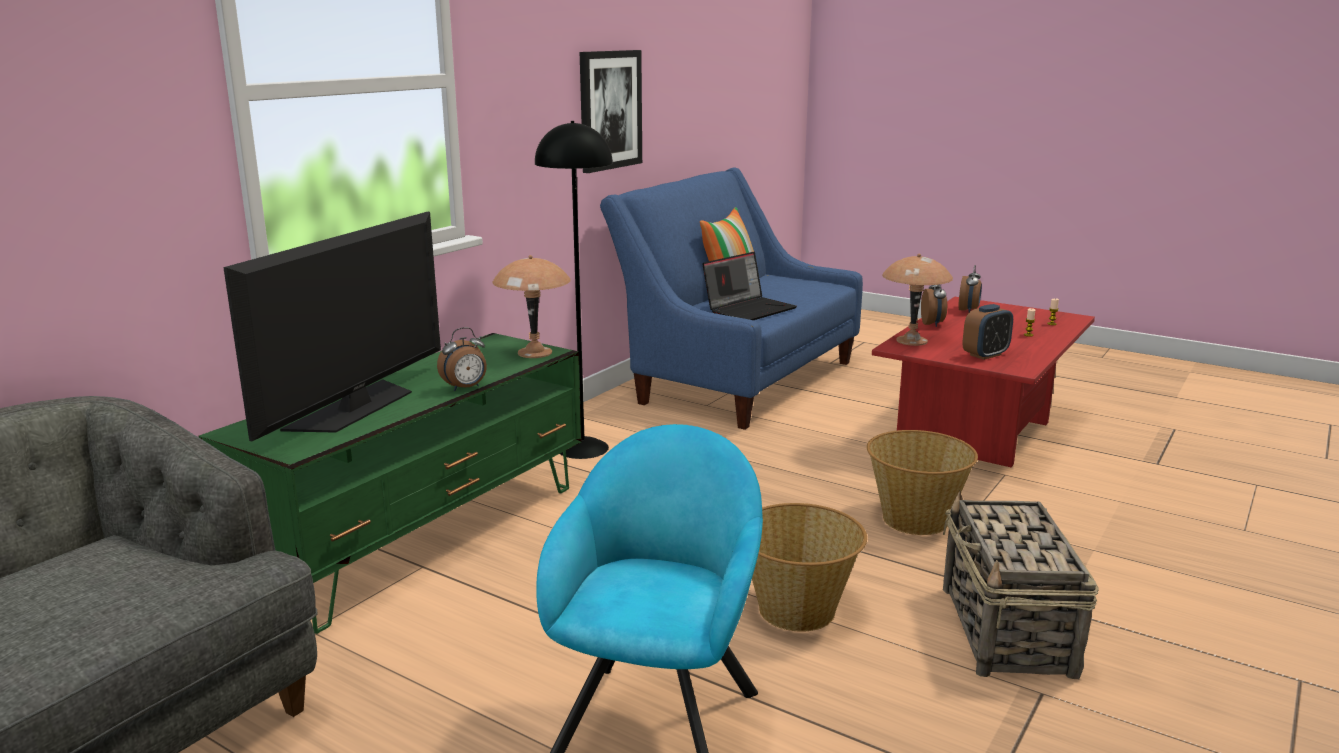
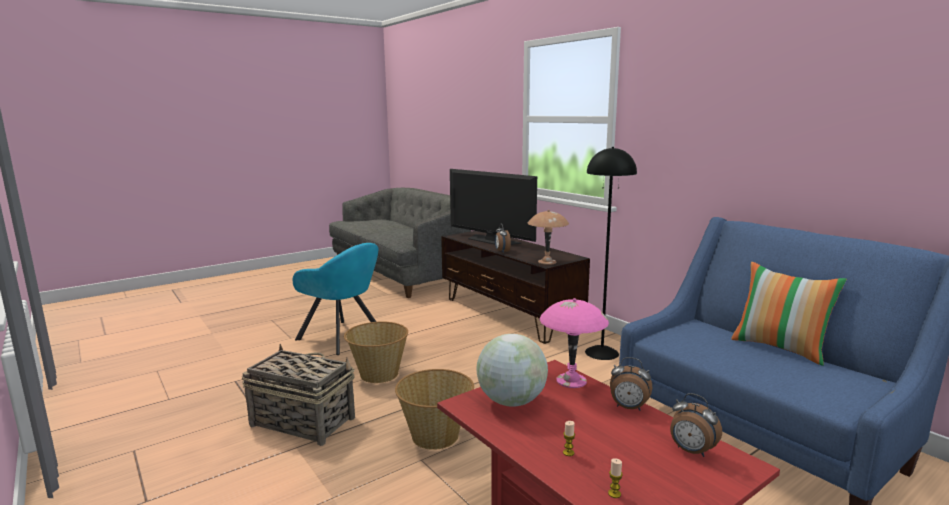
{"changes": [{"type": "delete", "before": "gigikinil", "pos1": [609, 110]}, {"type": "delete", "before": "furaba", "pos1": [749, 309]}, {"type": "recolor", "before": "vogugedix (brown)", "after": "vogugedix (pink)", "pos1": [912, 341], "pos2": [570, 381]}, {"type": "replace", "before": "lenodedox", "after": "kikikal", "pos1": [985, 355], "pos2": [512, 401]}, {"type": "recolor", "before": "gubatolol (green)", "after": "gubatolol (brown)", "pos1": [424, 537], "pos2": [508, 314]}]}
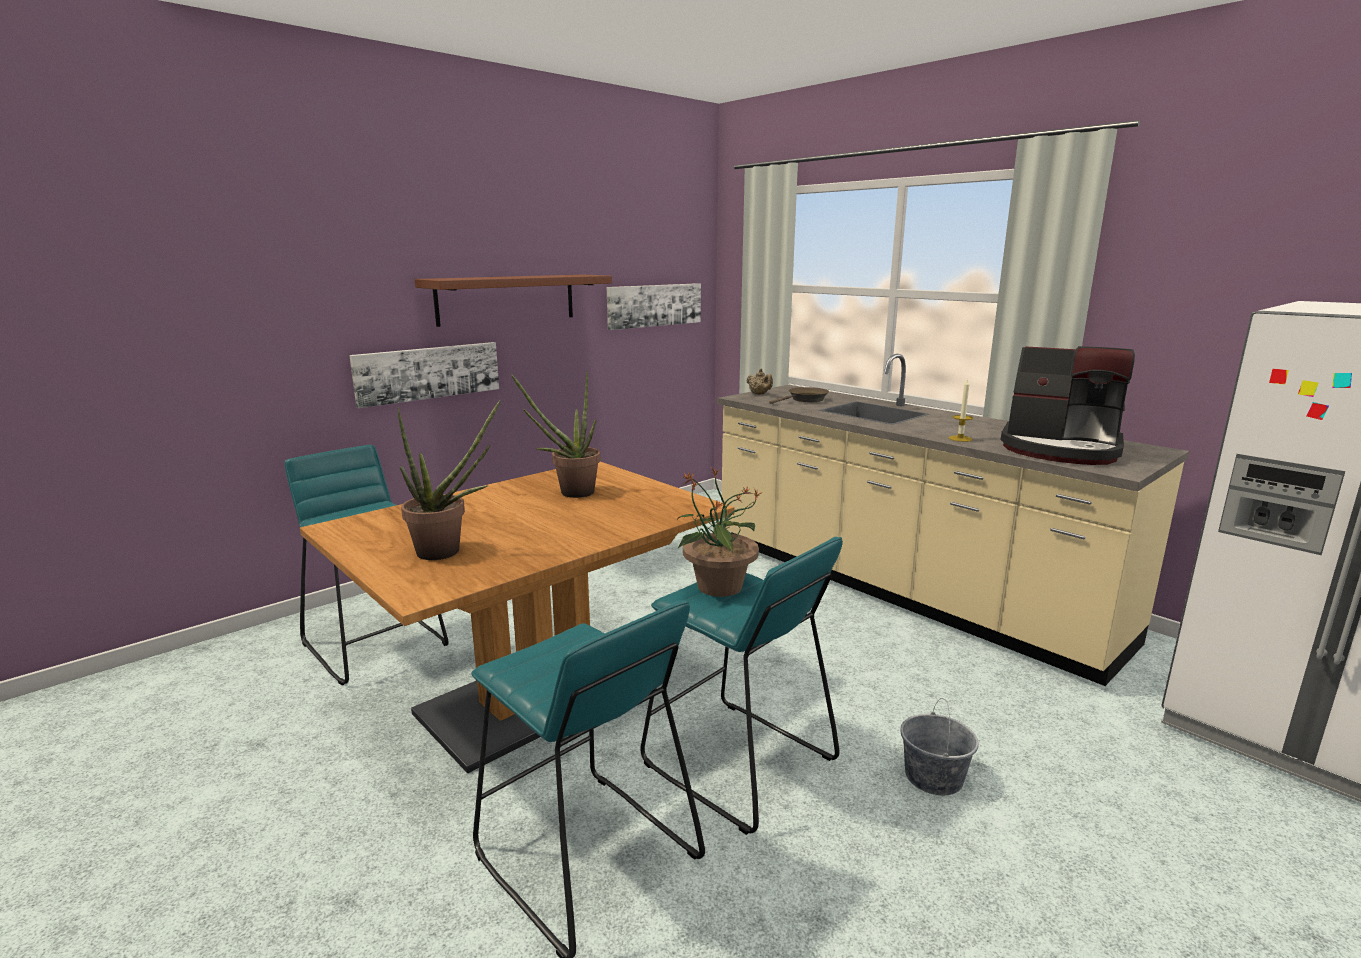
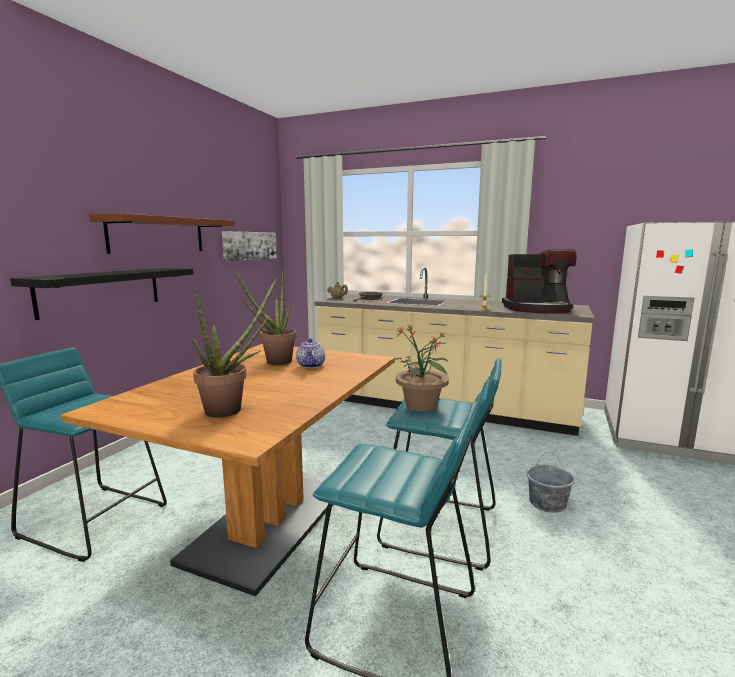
{"changes": [{"type": "replace", "before": "gigikinil", "after": "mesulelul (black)", "pos1": [428, 372], "pos2": [101, 290]}, {"type": "insert", "after": "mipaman", "pos2": [311, 366]}]}
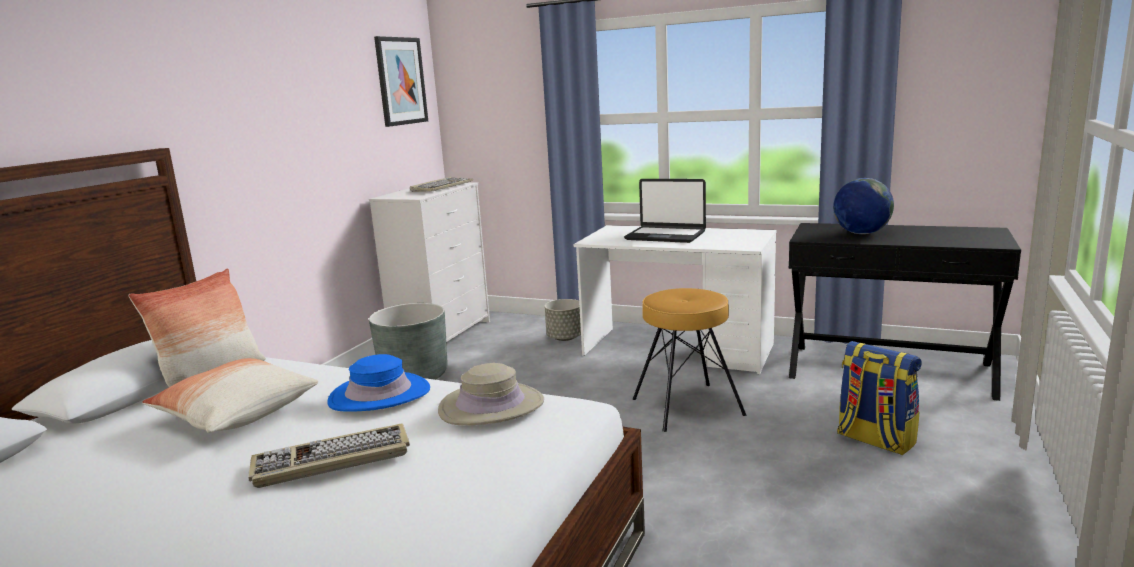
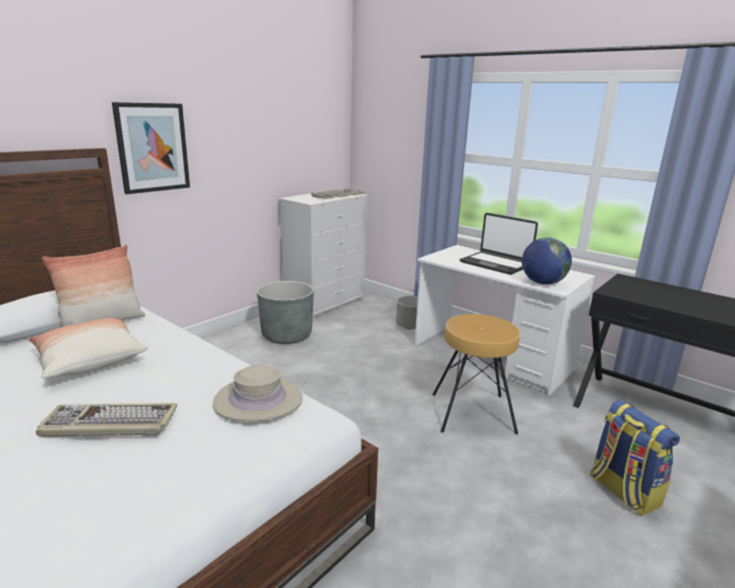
{"changes": [{"type": "move", "before": "gigikinil", "pos1": [401, 81], "pos2": [152, 147]}, {"type": "move", "before": "kikikal", "pos1": [861, 233], "pos2": [542, 283]}, {"type": "delete", "before": "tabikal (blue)", "pos1": [379, 395]}]}
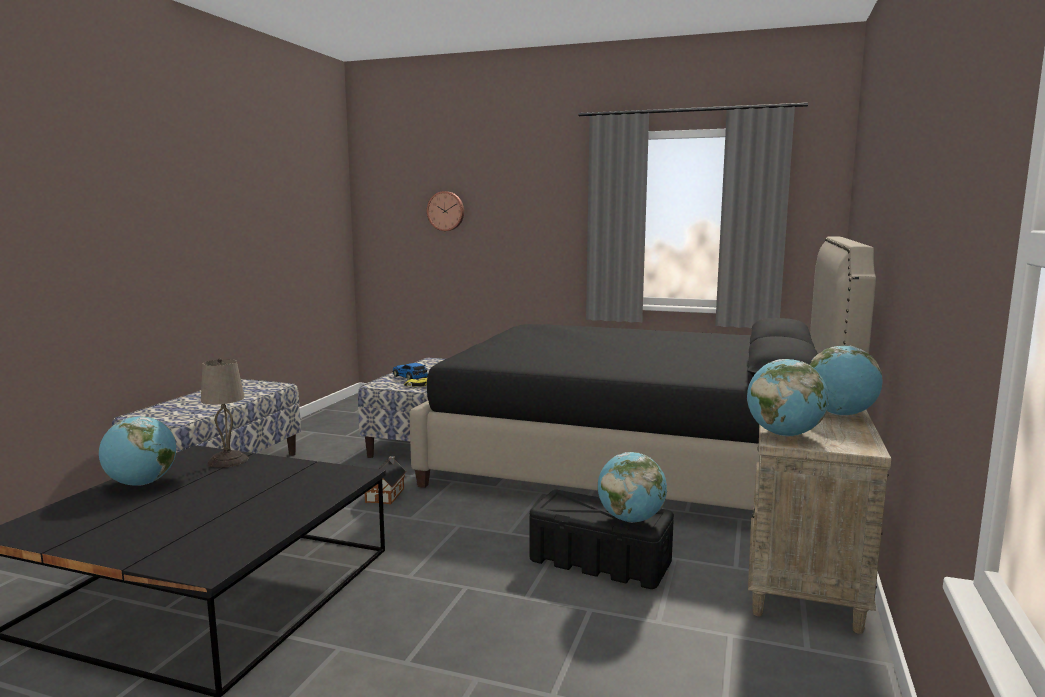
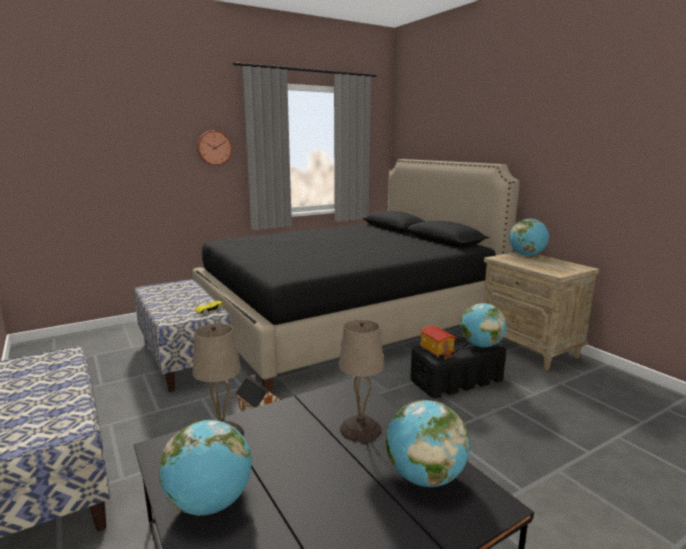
{"changes": [{"type": "move", "before": "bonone", "pos1": [446, 211], "pos2": [214, 148]}, {"type": "move", "before": "kikikal", "pos1": [784, 434], "pos2": [425, 477]}, {"type": "delete", "before": "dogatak", "pos1": [410, 377]}, {"type": "insert", "after": "vogugedix (beige)", "pos2": [361, 429]}, {"type": "insert", "after": "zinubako", "pos2": [437, 351]}]}
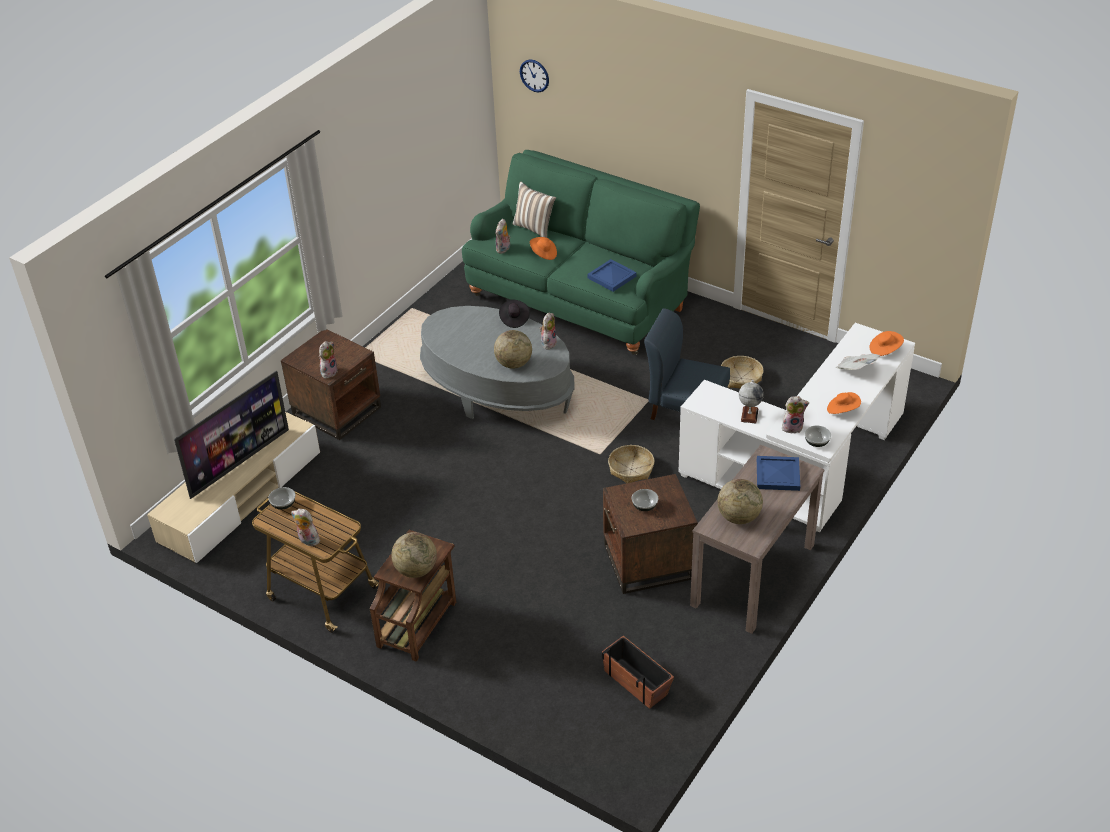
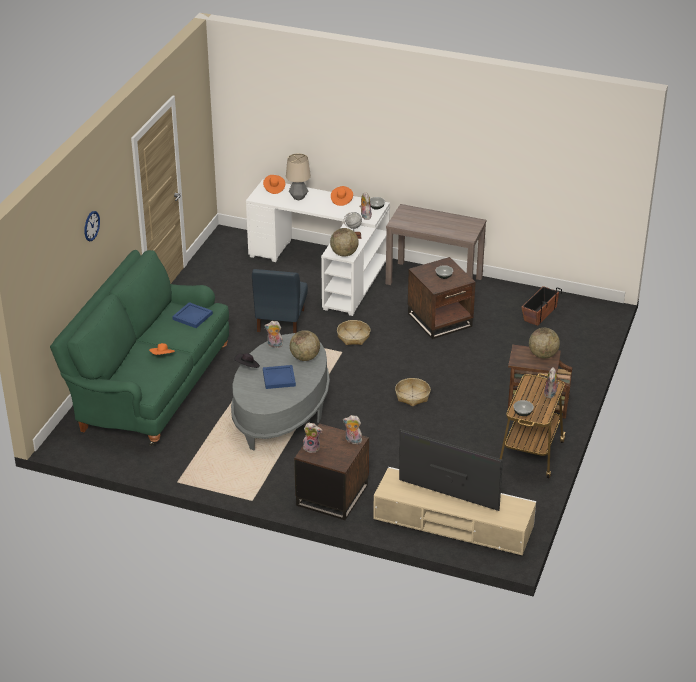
{"changes": [{"type": "move", "before": "bonone", "pos1": [534, 75], "pos2": [91, 226]}, {"type": "delete", "before": "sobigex", "pos1": [534, 228]}, {"type": "move", "before": "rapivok", "pos1": [503, 249], "pos2": [312, 448]}, {"type": "replace", "before": "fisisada", "after": "vogugedix", "pos1": [856, 370], "pos2": [298, 197]}, {"type": "move", "before": "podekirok", "pos1": [741, 378], "pos2": [412, 396]}, {"type": "move", "before": "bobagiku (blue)", "pos1": [778, 474], "pos2": [278, 378]}, {"type": "move", "before": "kikikal", "pos1": [738, 517], "pos2": [344, 254]}]}
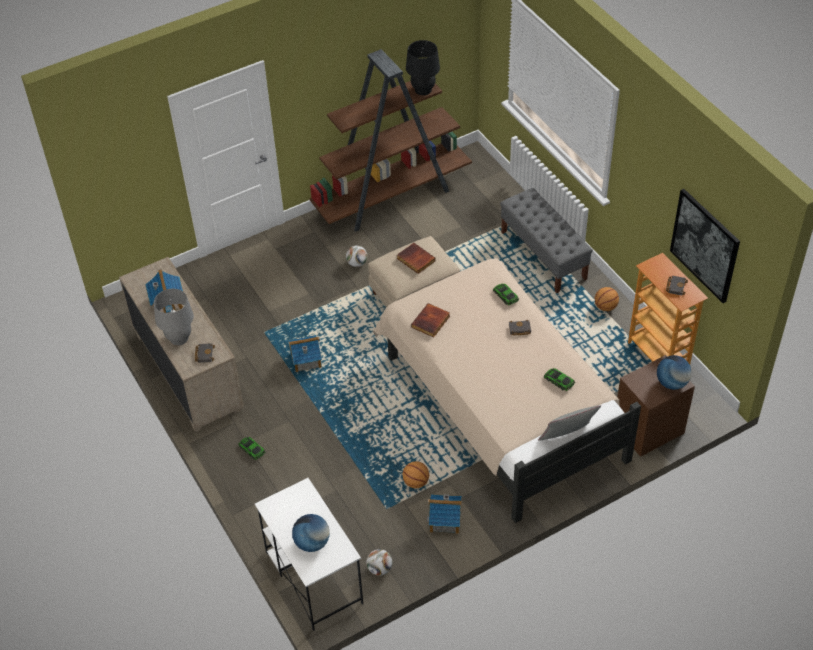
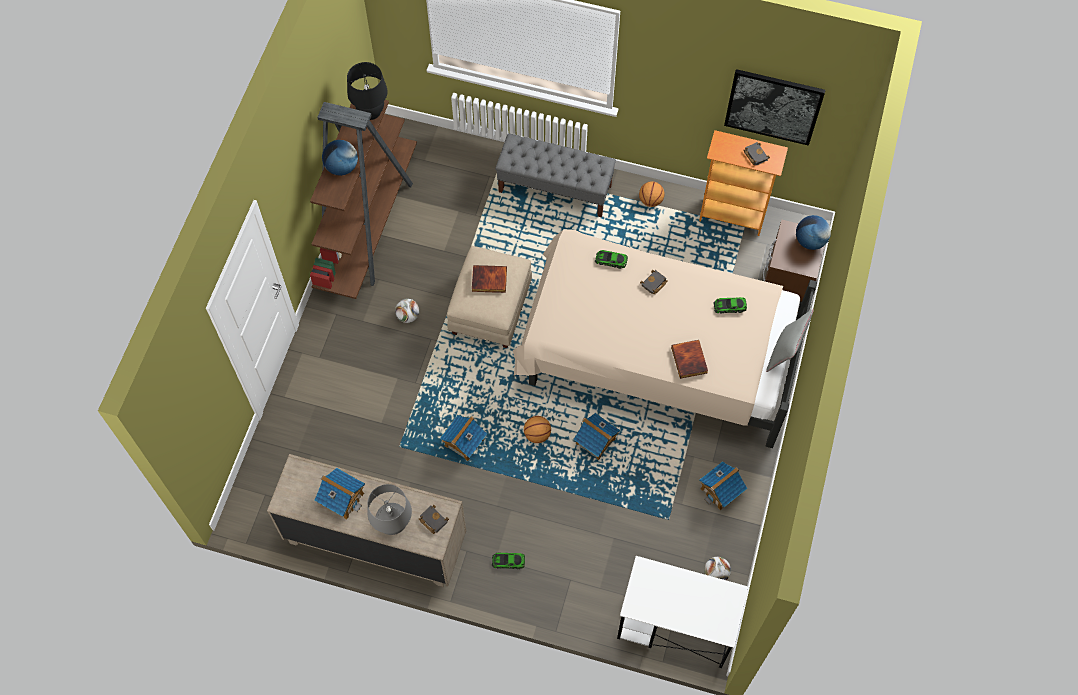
{"changes": [{"type": "move", "before": "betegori", "pos1": [431, 322], "pos2": [690, 360]}, {"type": "move", "before": "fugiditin", "pos1": [415, 482], "pos2": [537, 435]}, {"type": "move", "before": "kikikal", "pos1": [312, 543], "pos2": [342, 167]}, {"type": "insert", "after": "zinubako", "pos2": [595, 441]}]}
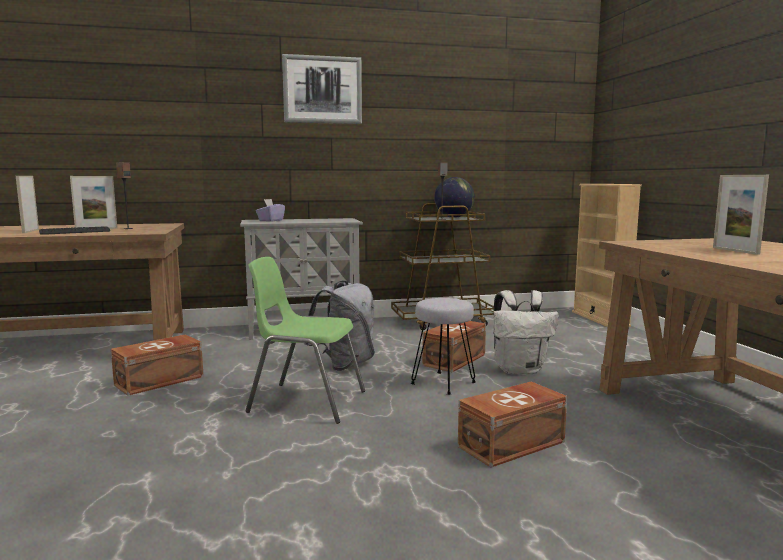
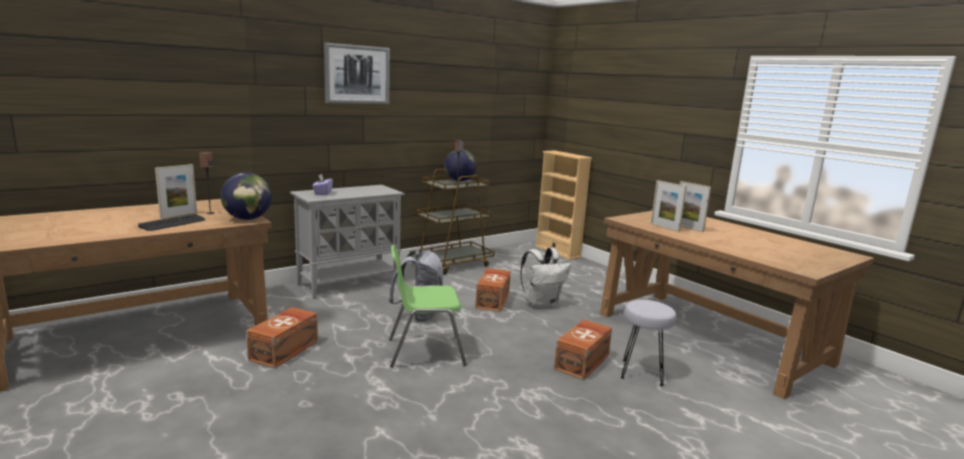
{"changes": [{"type": "move", "before": "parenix", "pos1": [30, 231], "pos2": [664, 227]}, {"type": "move", "before": "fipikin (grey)", "pos1": [442, 383], "pos2": [641, 372]}, {"type": "insert", "after": "kikikal", "pos2": [247, 219]}]}
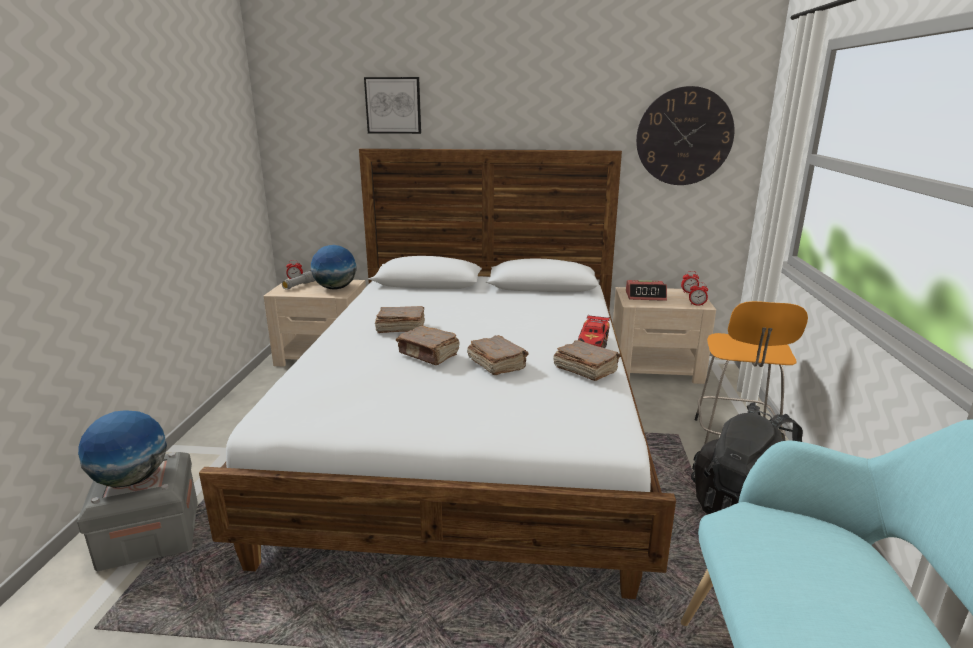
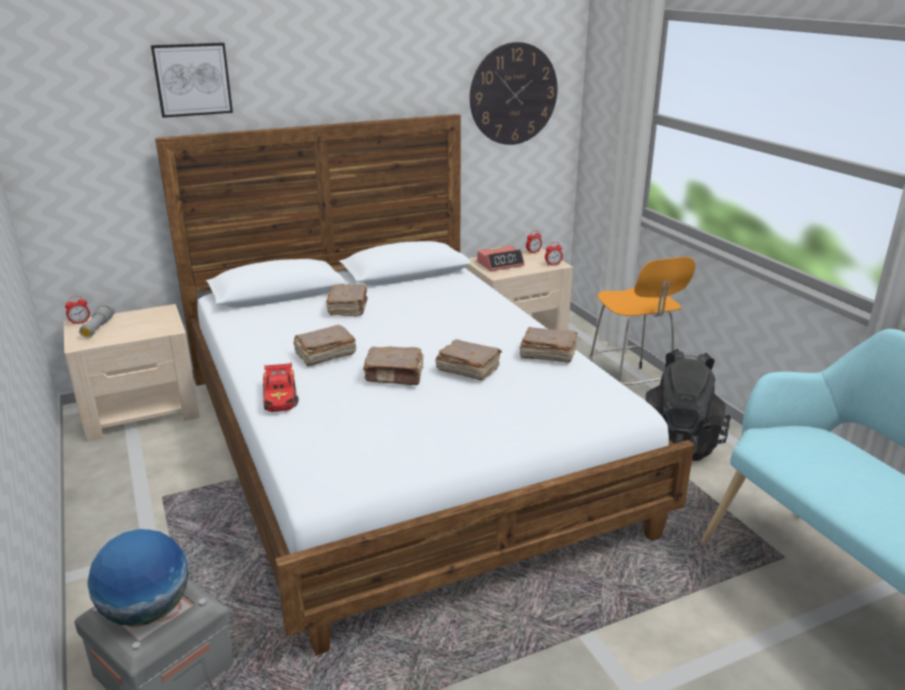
{"changes": [{"type": "delete", "before": "kikikal", "pos1": [336, 288]}, {"type": "move", "before": "dogatak", "pos1": [594, 341], "pos2": [280, 397]}, {"type": "insert", "after": "betegori (brown)", "pos2": [348, 309]}]}
